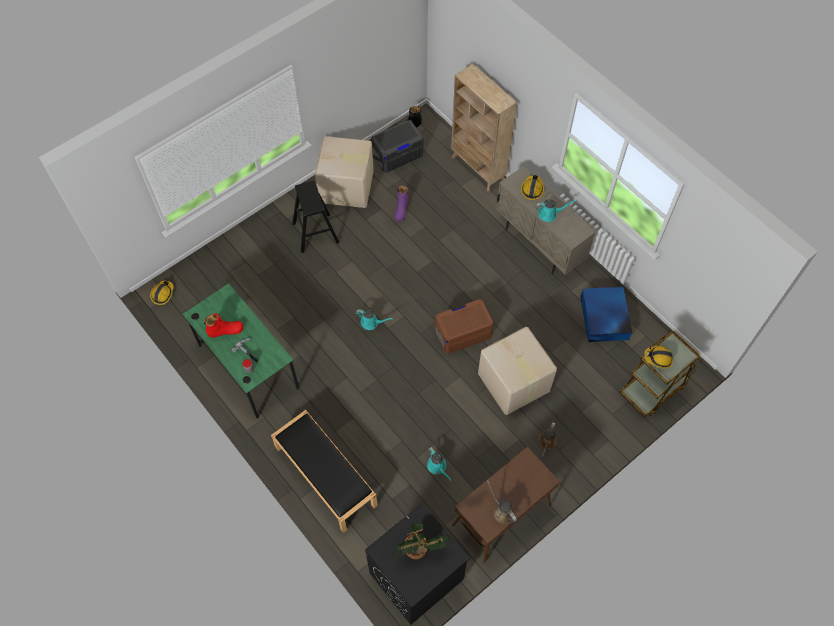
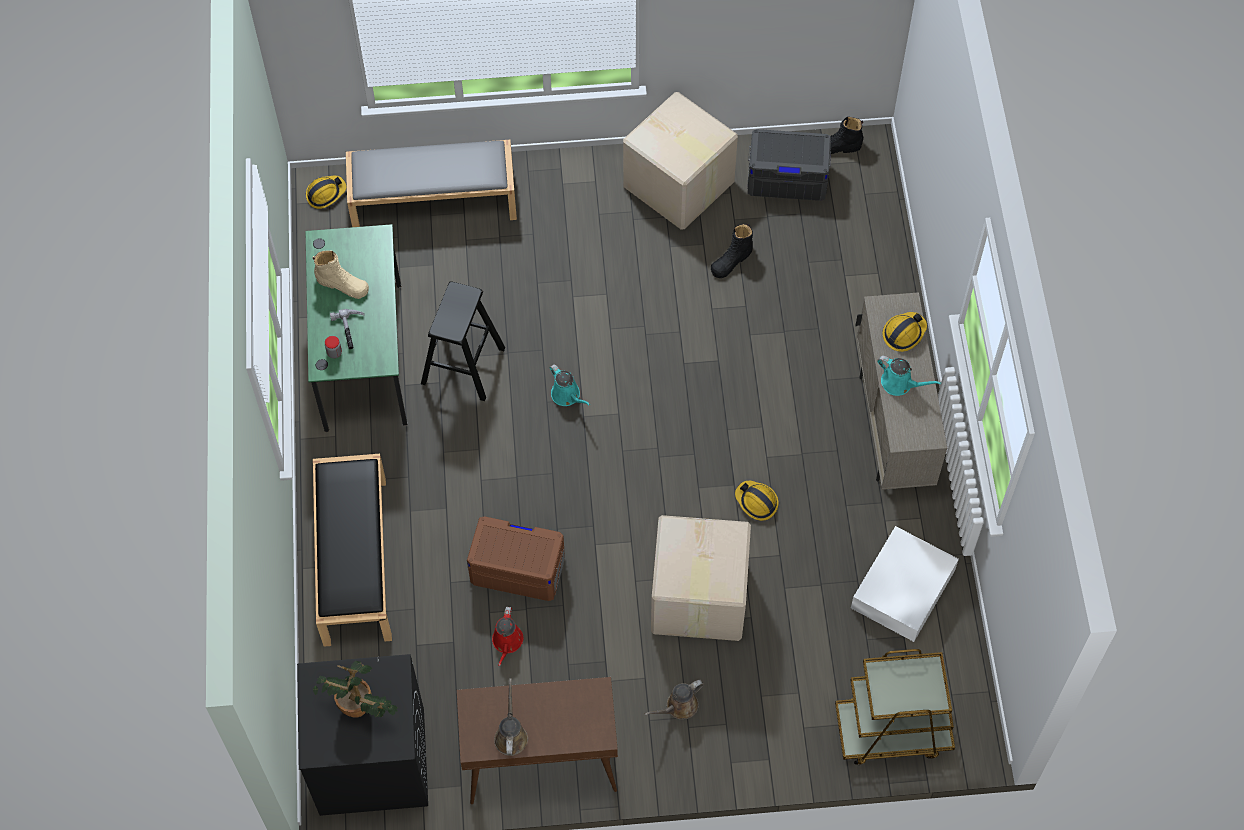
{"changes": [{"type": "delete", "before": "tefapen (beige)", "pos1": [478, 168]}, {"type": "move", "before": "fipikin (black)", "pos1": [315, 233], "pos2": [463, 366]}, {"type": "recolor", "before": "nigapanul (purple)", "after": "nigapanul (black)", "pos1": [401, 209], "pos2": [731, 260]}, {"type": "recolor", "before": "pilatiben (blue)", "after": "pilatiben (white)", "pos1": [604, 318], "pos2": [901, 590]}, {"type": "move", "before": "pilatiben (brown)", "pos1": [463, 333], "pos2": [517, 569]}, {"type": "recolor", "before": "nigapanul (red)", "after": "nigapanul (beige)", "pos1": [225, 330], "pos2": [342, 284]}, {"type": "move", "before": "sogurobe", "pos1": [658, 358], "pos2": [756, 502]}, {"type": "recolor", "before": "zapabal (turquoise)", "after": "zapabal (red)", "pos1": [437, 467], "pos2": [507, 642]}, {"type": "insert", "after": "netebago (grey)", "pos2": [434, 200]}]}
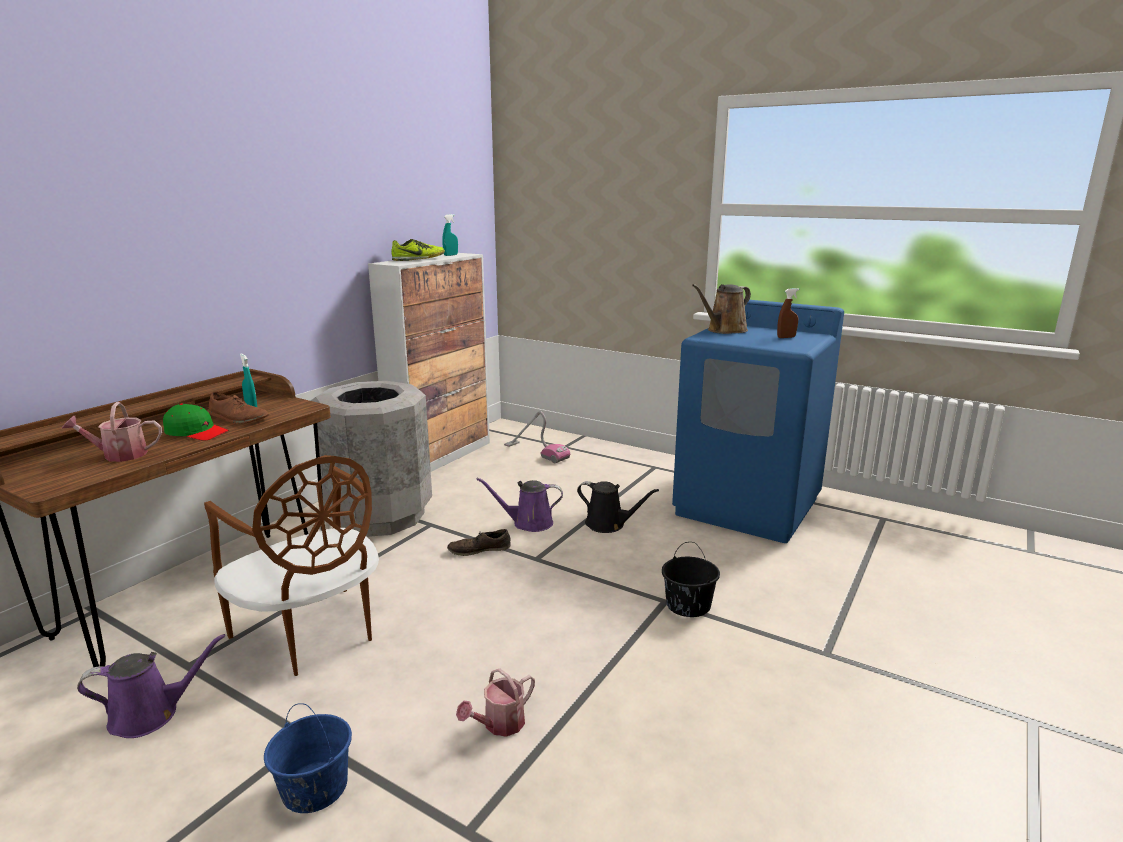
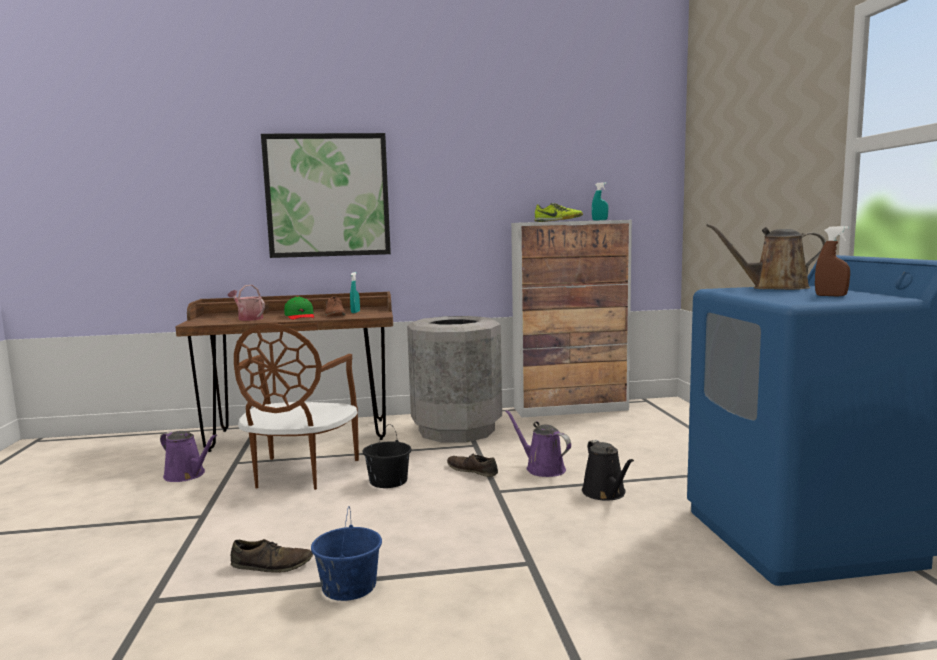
{"changes": [{"type": "delete", "before": "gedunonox", "pos1": [536, 452]}, {"type": "move", "before": "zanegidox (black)", "pos1": [688, 605], "pos2": [388, 481]}, {"type": "replace", "before": "zapabal", "after": "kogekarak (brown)", "pos1": [499, 725], "pos2": [272, 565]}, {"type": "move", "before": "zanegidox (blue)", "pos1": [314, 787], "pos2": [349, 586]}, {"type": "insert", "after": "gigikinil", "pos2": [327, 195]}]}
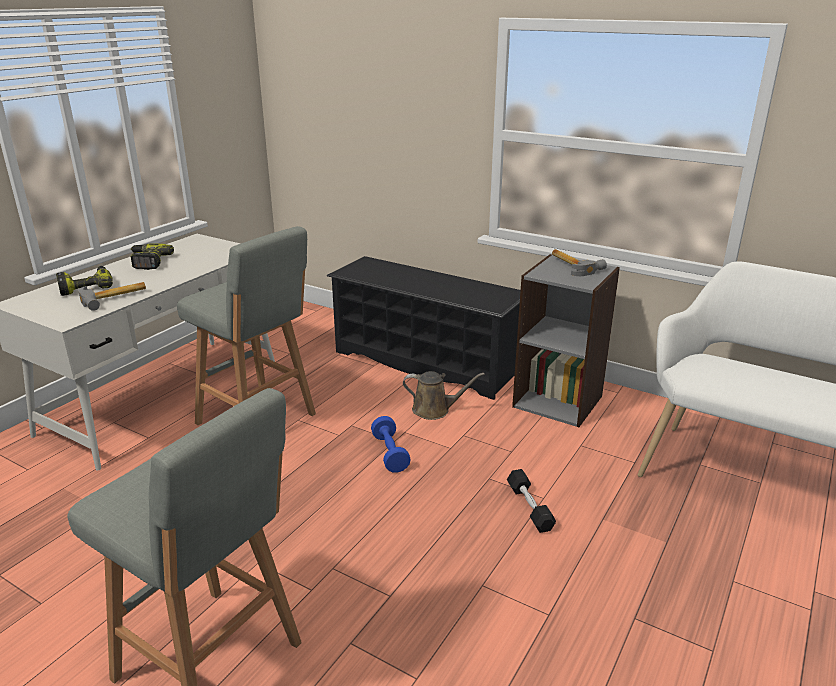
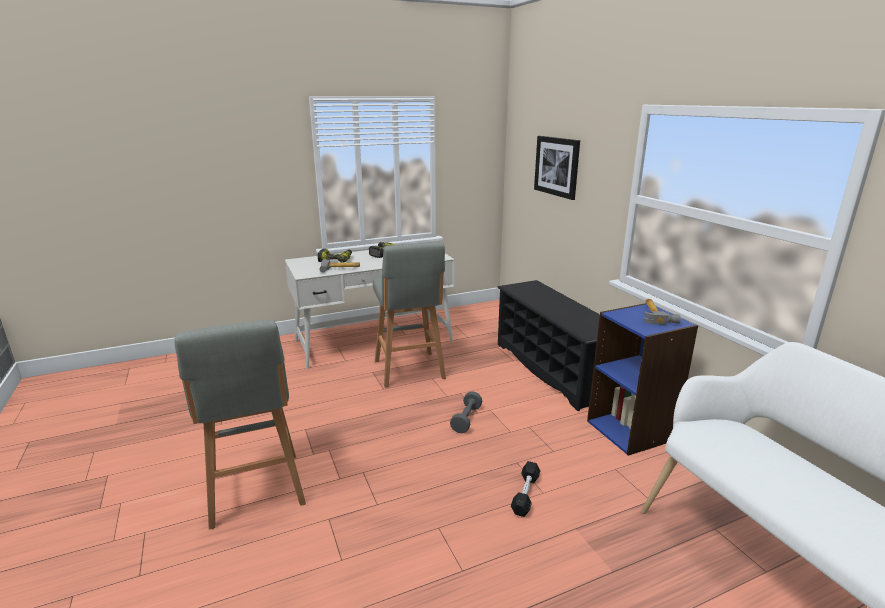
{"changes": [{"type": "recolor", "before": "tefapen (grey)", "after": "tefapen (blue)", "pos1": [558, 401], "pos2": [631, 430]}, {"type": "delete", "before": "zapabal (brown)", "pos1": [435, 410]}, {"type": "recolor", "before": "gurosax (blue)", "after": "gurosax (grey)", "pos1": [390, 453], "pos2": [466, 419]}, {"type": "insert", "after": "gigikinil", "pos2": [557, 166]}]}
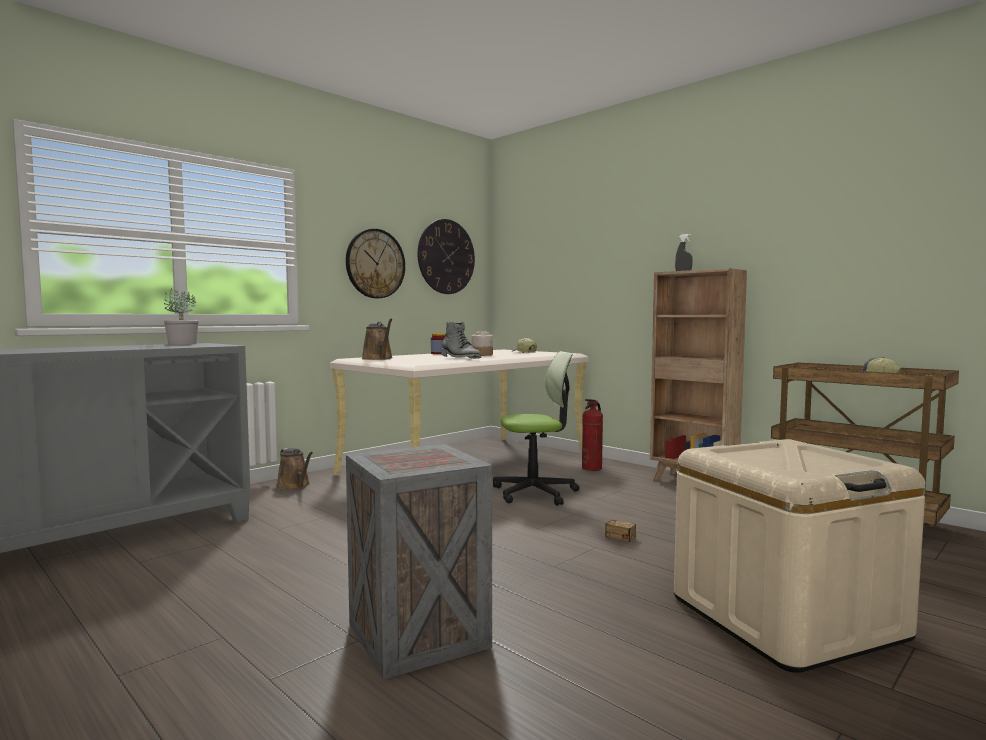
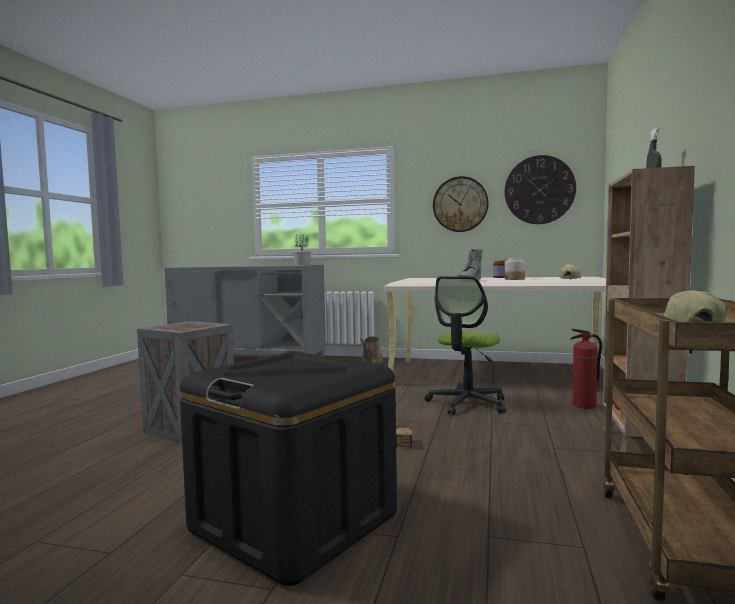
{"changes": [{"type": "delete", "before": "zapabal (brown)", "pos1": [378, 359]}, {"type": "rotate", "before": "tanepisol", "pos1": [535, 493], "pos2": [467, 404], "turn": 75}, {"type": "recolor", "before": "pilatiben (beige)", "after": "pilatiben (black)", "pos1": [786, 617], "pos2": [294, 522]}]}
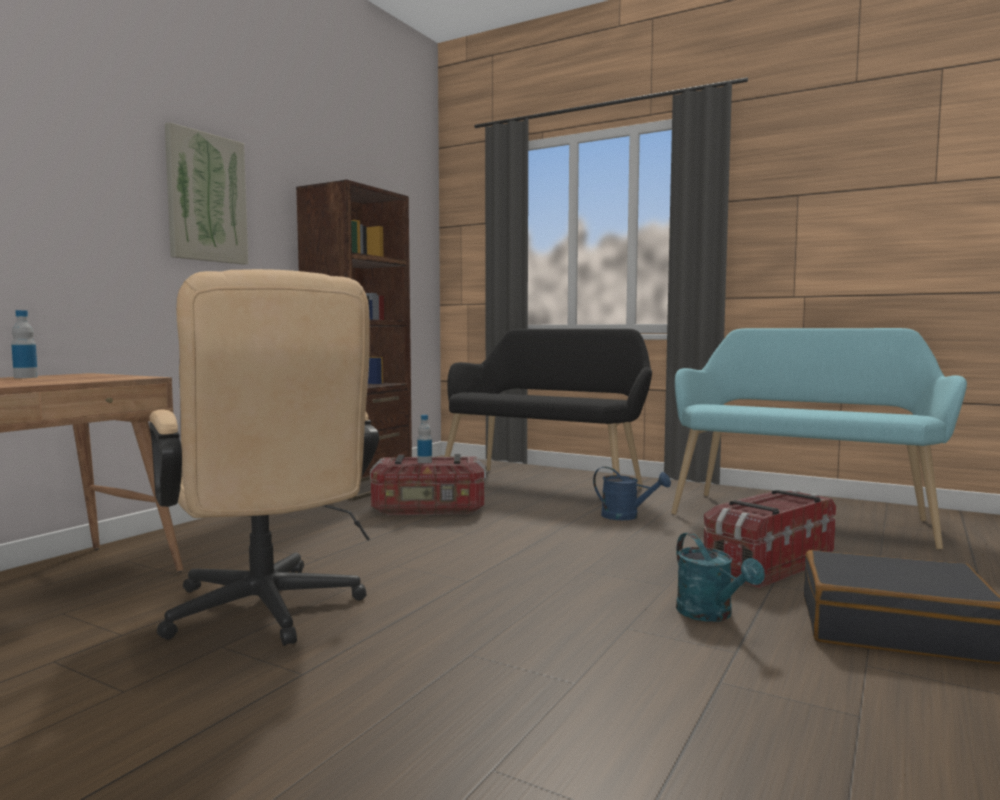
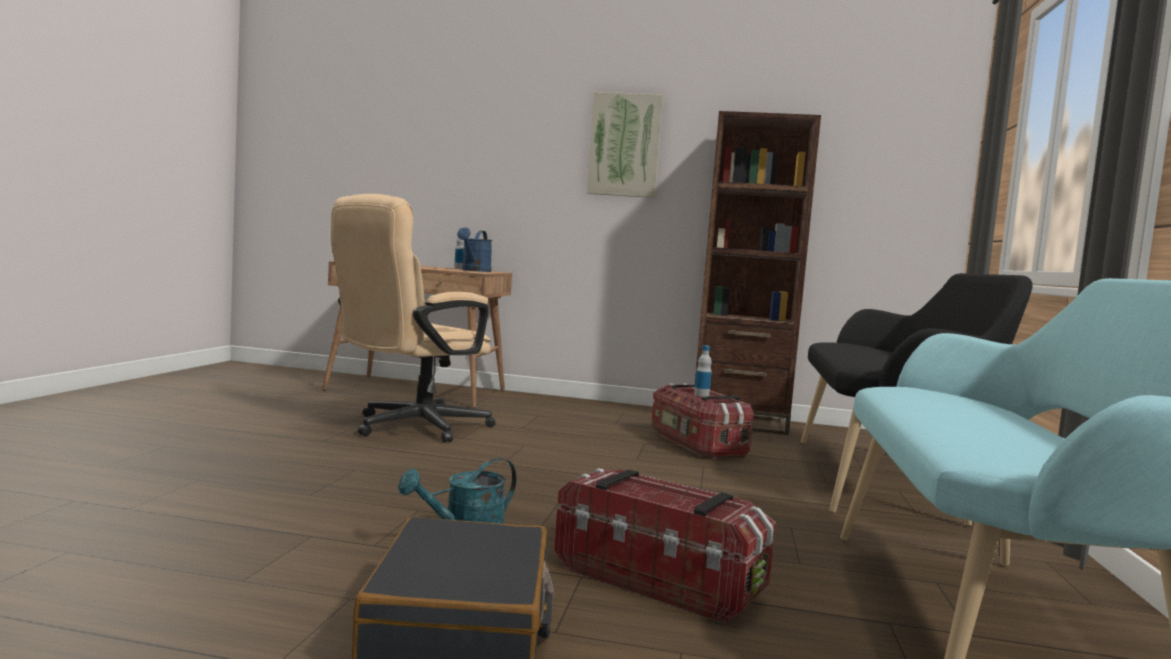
{"changes": [{"type": "move", "before": "zapabal (blue)", "pos1": [626, 516], "pos2": [474, 270]}]}
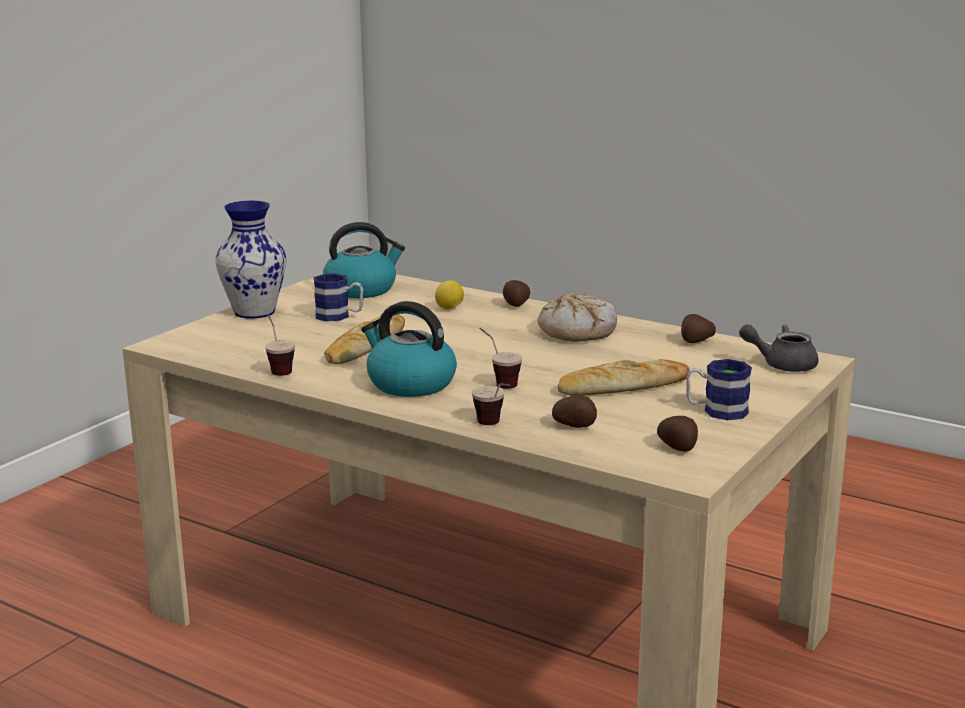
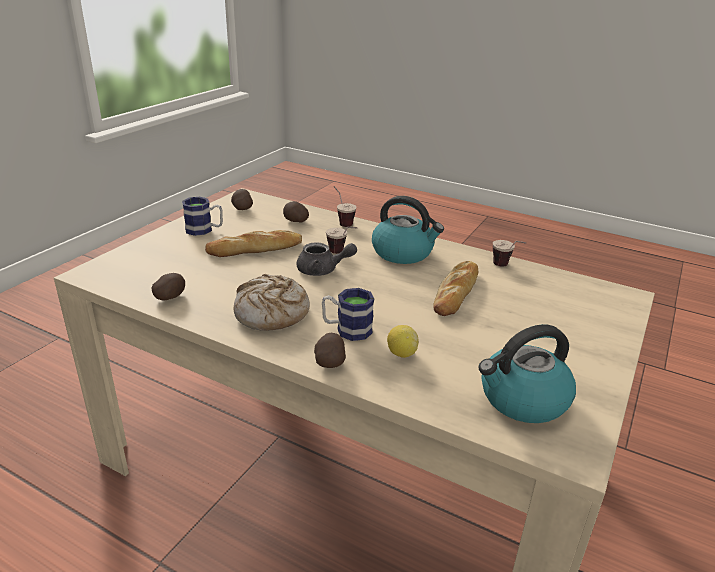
{"changes": [{"type": "delete", "before": "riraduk", "pos1": [253, 312]}, {"type": "move", "before": "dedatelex", "pos1": [339, 316], "pos2": [347, 329]}, {"type": "move", "before": "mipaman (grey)", "pos1": [781, 365], "pos2": [322, 270]}]}
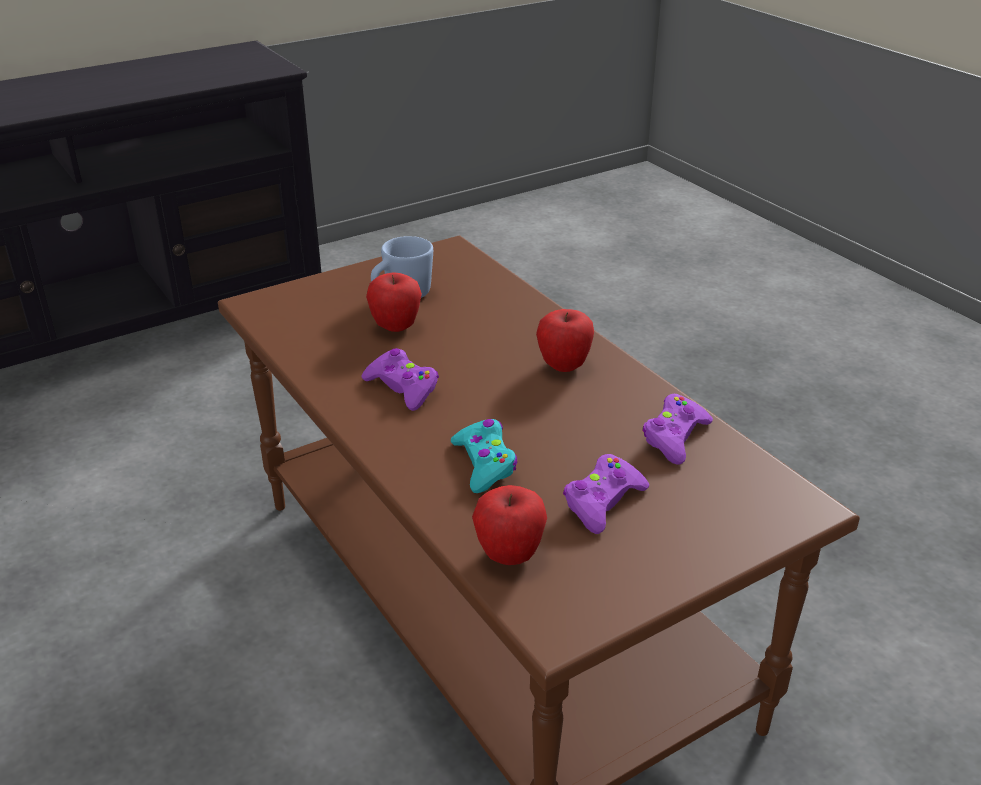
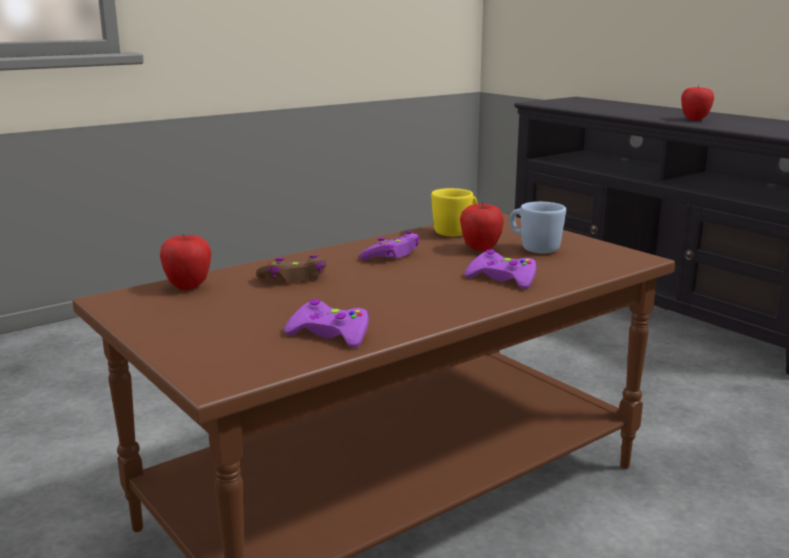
{"changes": [{"type": "move", "before": "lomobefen", "pos1": [563, 366], "pos2": [694, 119]}, {"type": "recolor", "before": "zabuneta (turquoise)", "after": "zabuneta (brown)", "pos1": [485, 463], "pos2": [294, 278]}, {"type": "move", "before": "zabuneta (purple)", "pos1": [602, 502], "pos2": [502, 279]}, {"type": "insert", "after": "dedatelex (yellow)", "pos2": [456, 232]}]}
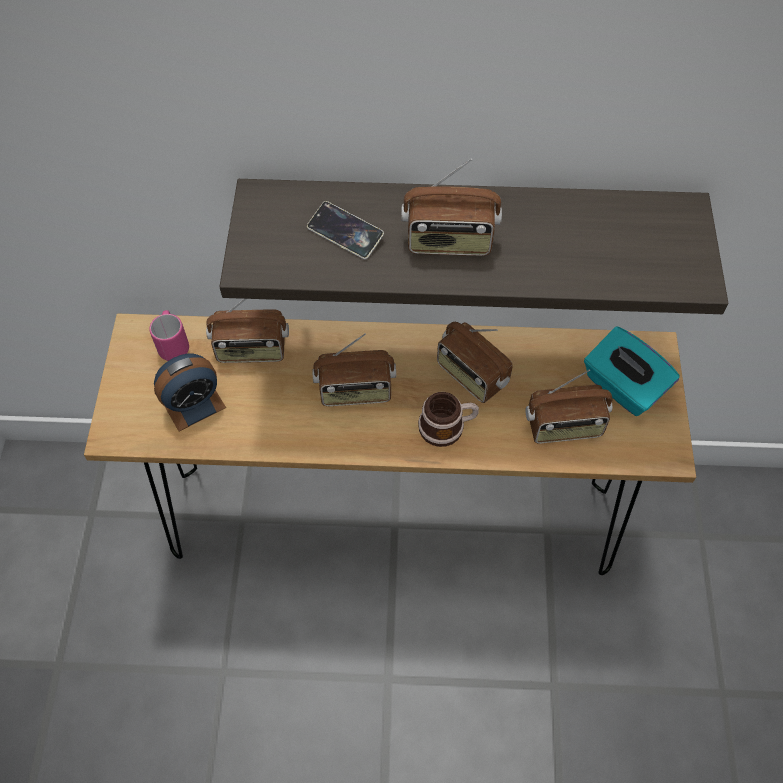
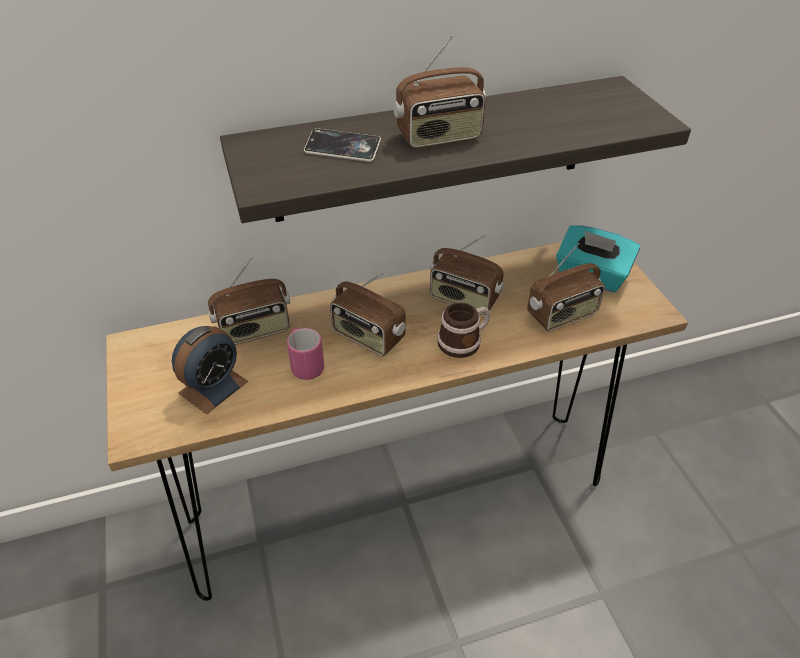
{"changes": [{"type": "move", "before": "dedatelex (pink)", "pos1": [173, 344], "pos2": [305, 365]}, {"type": "rotate", "before": "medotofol", "pos1": [355, 392], "pos2": [367, 337], "turn": 60}]}
